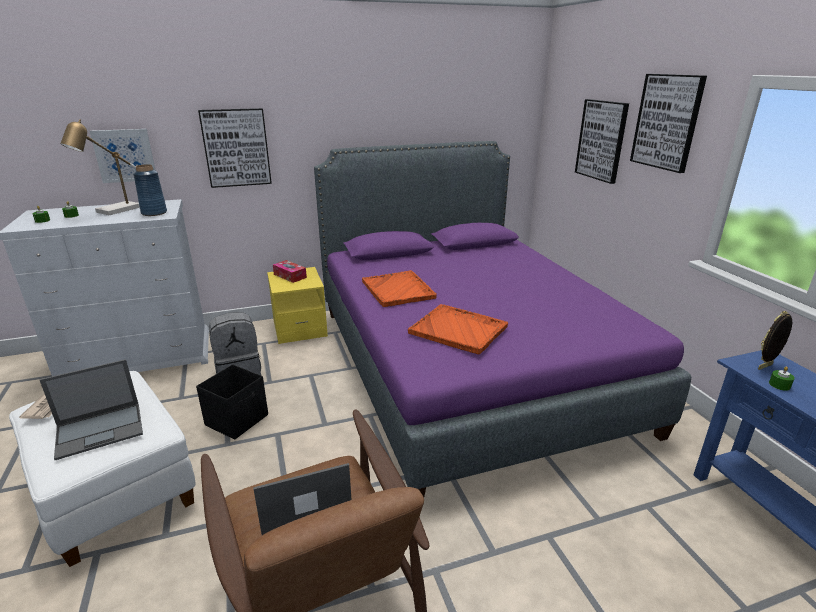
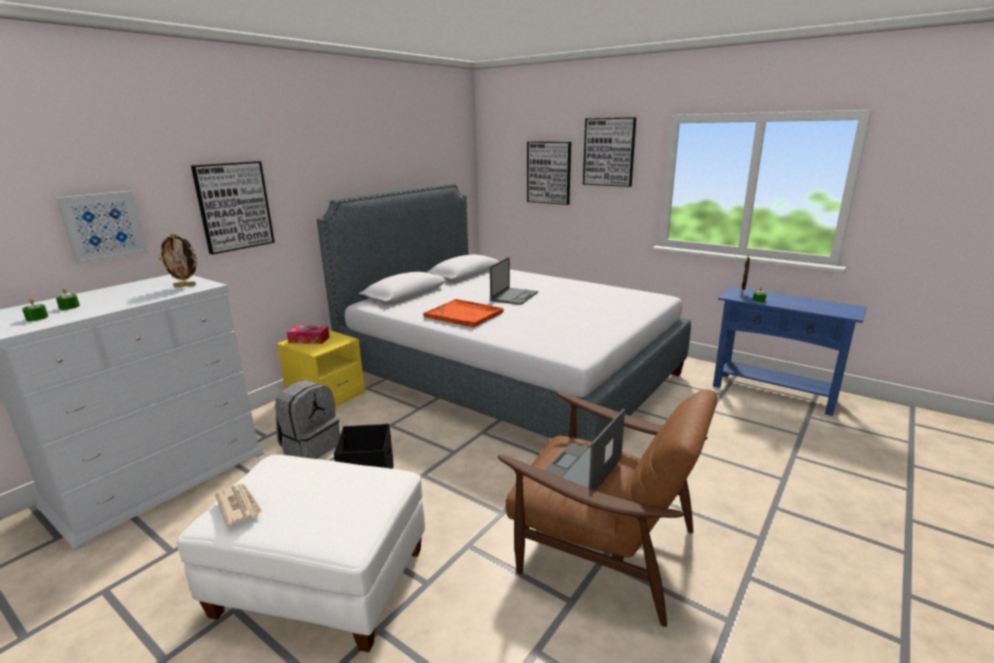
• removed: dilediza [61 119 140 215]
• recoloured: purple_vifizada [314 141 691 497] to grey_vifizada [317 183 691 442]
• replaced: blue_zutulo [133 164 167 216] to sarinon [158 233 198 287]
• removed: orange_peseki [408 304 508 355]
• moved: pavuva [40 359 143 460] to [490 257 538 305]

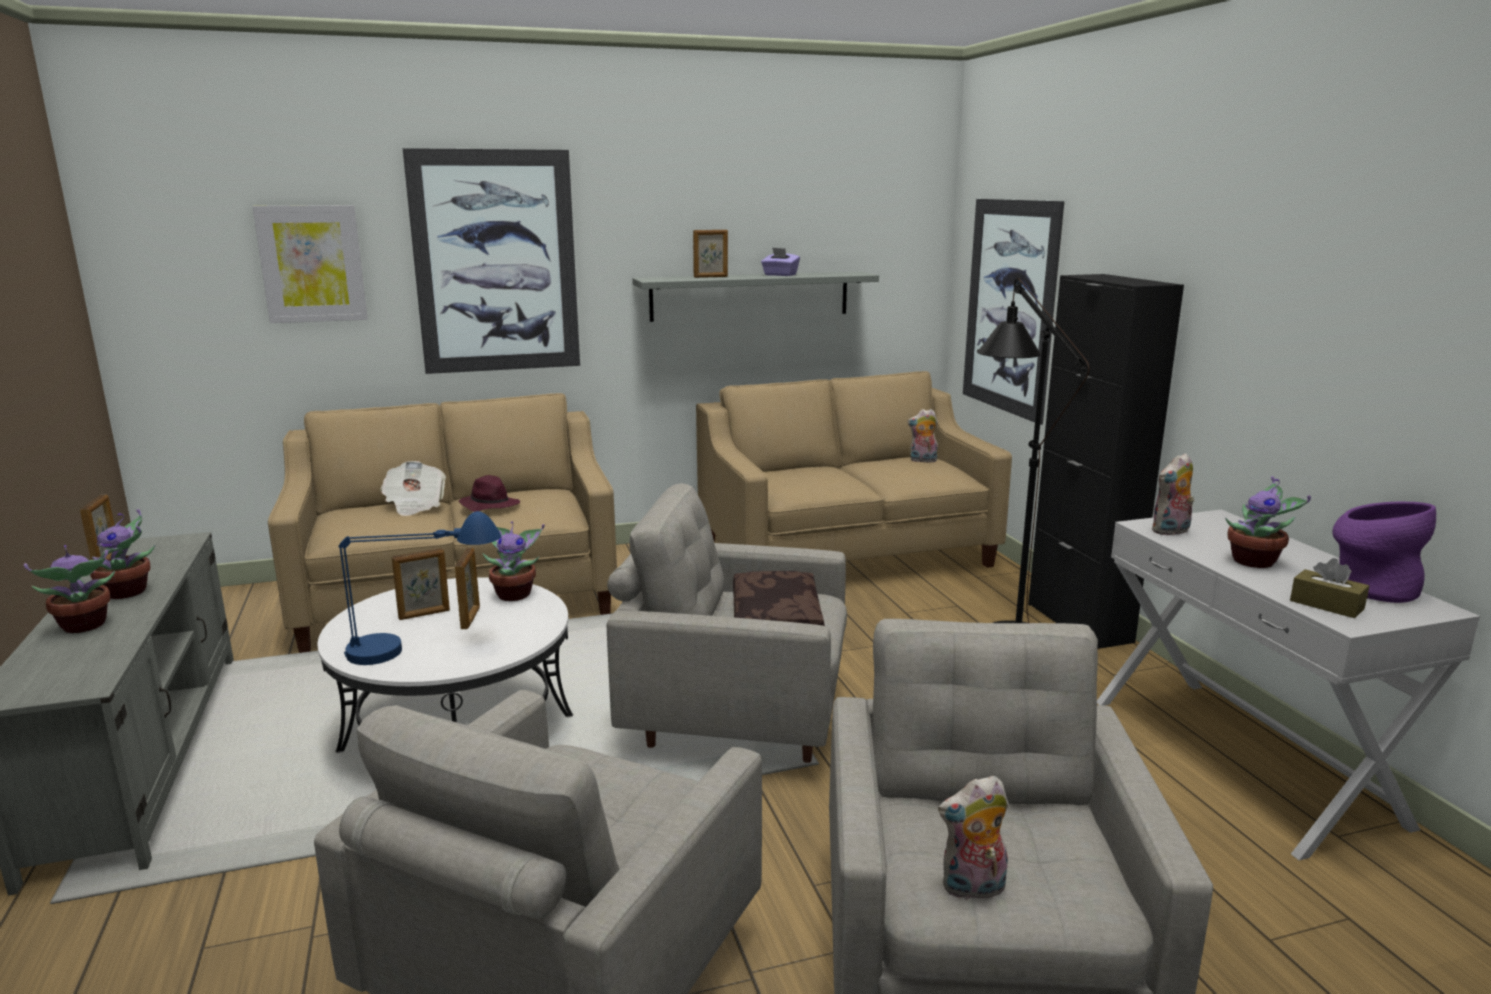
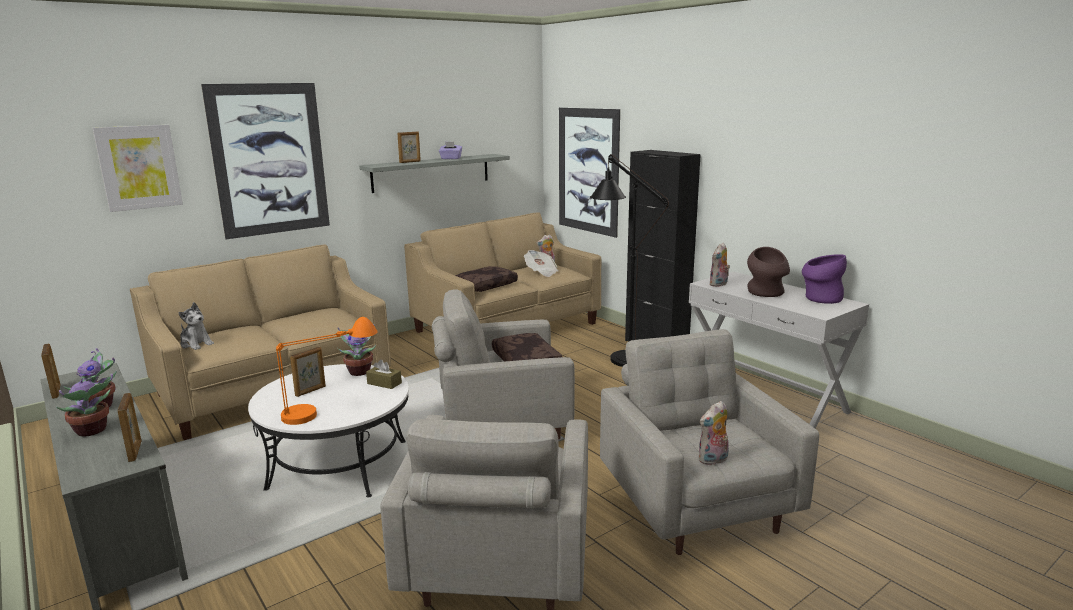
• moved: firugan [380 461 446 516] to [524 250 559 277]
• removed: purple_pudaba [459 475 520 512]
• replaced: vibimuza [1225 476 1311 568] to brown_zutulo [747 247 790 297]
• recoloured: blue_dilediza [338 511 501 665] to orange_dilediza [276 317 378 425]
• moved: sarinon [455 548 480 629] to [117 393 141 462]
• moved: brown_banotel [1290 558 1369 618] to [366 359 402 389]
• added: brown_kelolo [455 266 518 292]
• added: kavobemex [179 302 214 350]

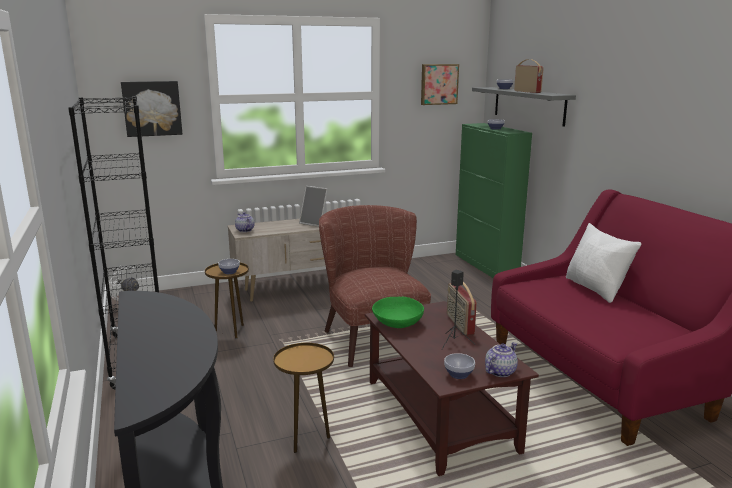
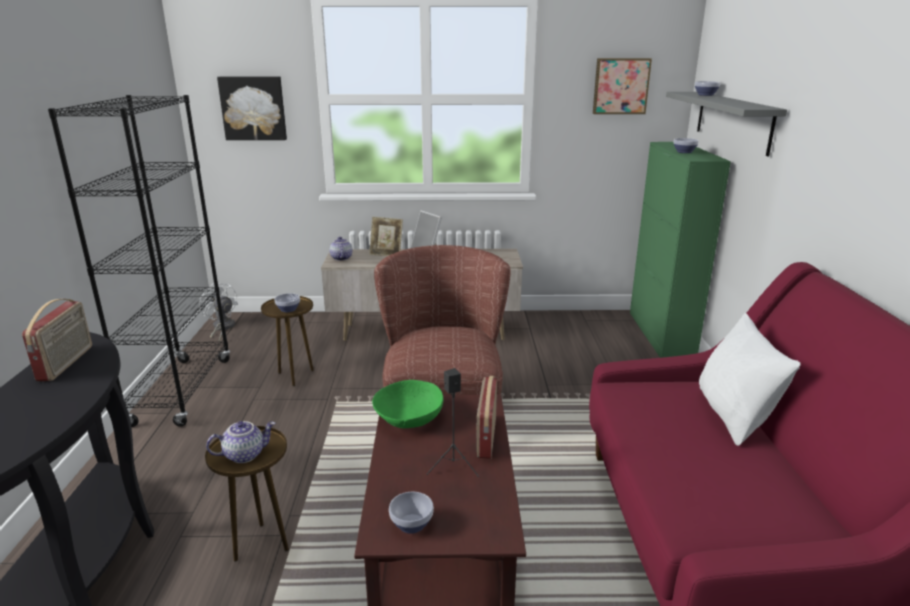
• moved: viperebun [514 59 544 93] to [22 299 92 381]
• moved: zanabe [485 342 518 377] to [206 421 275 463]
• added: sarinon [369 217 403 256]

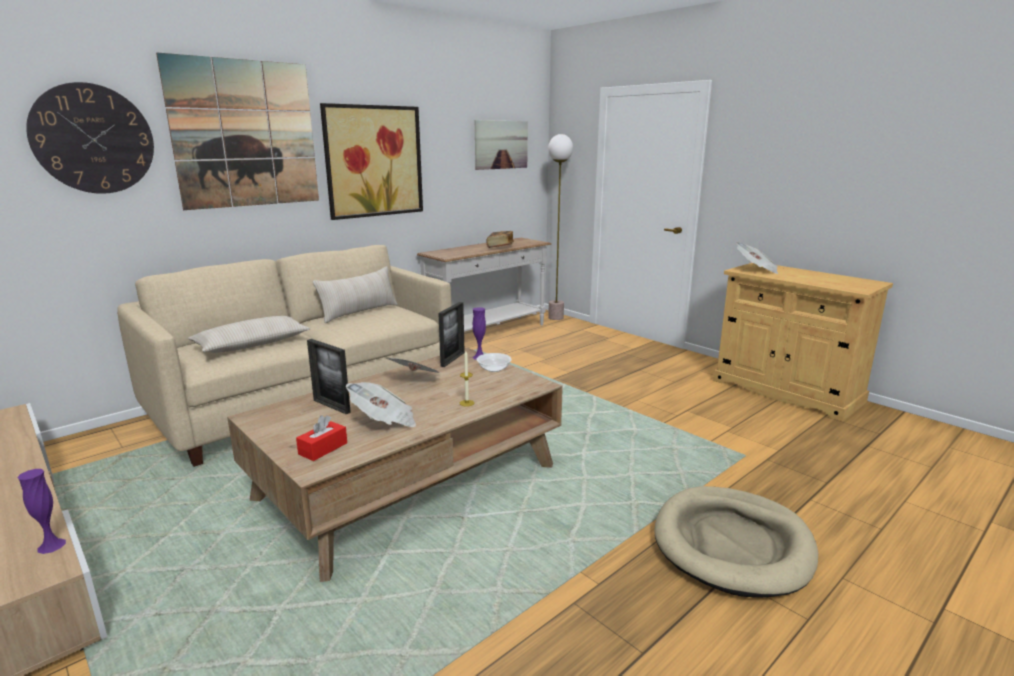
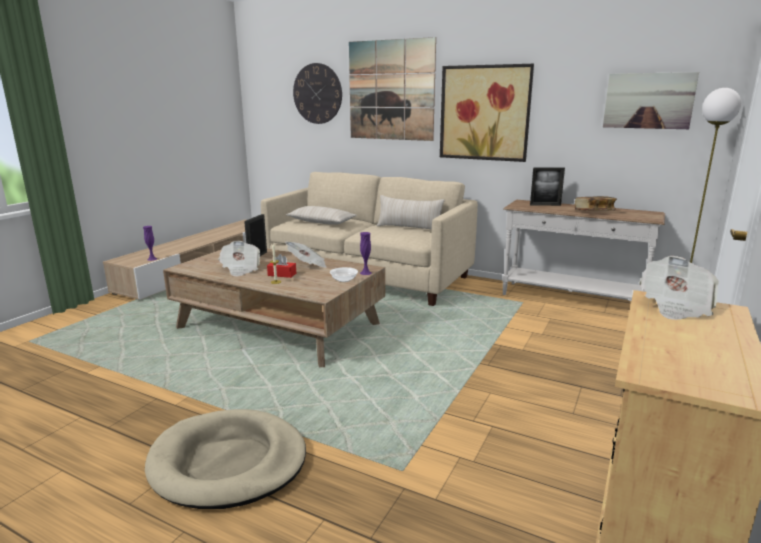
• moved: sarinon [438 302 465 367] to [530 167 565 206]
• moved: red_banotel [296 415 347 461] to [267 254 296 278]

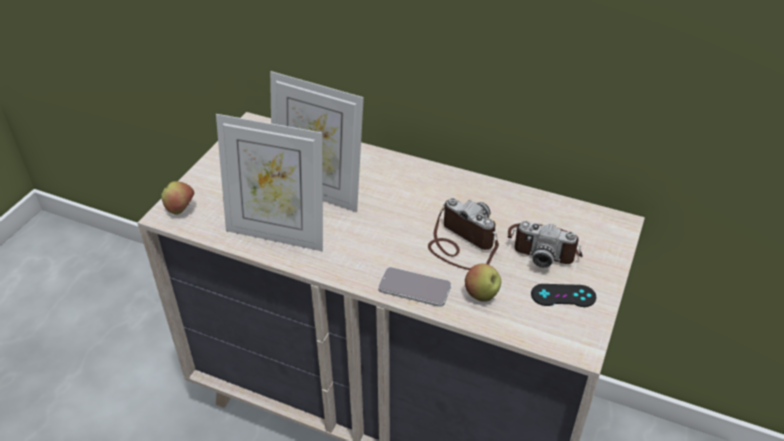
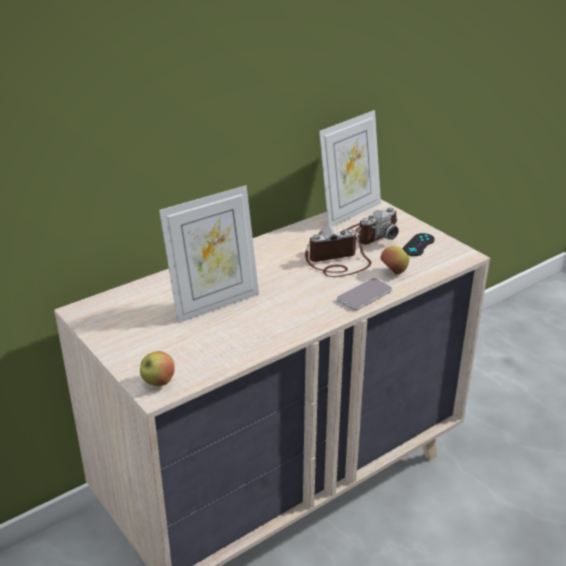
• moved: sarinon [216 114 323 251] to [319 110 381 227]

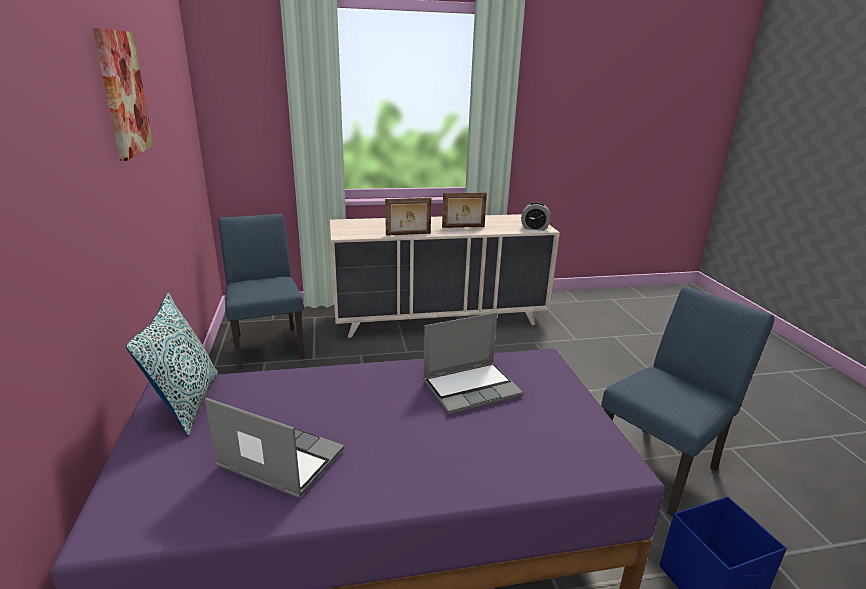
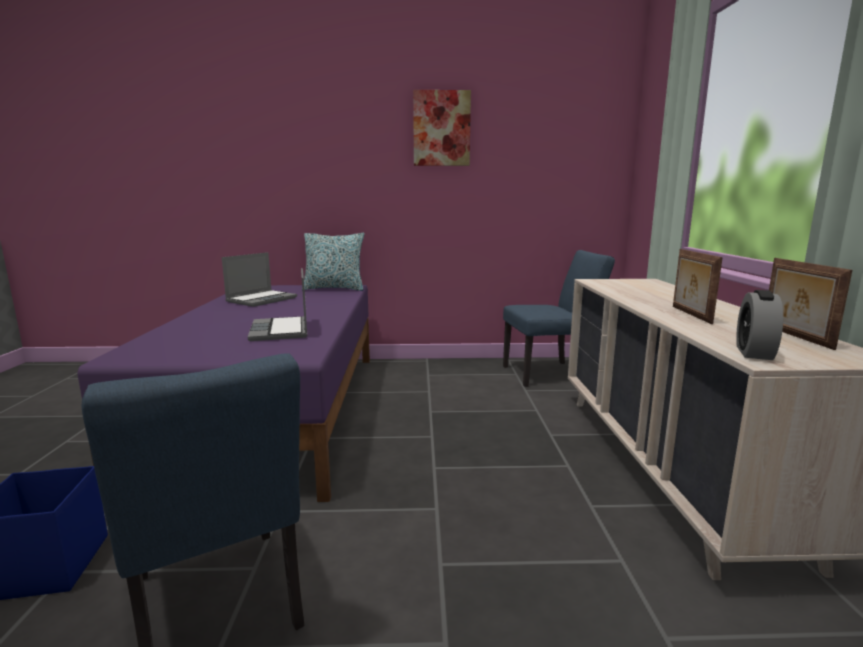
• moved: sarinon [385 198 432 236] to [769 258 852 350]

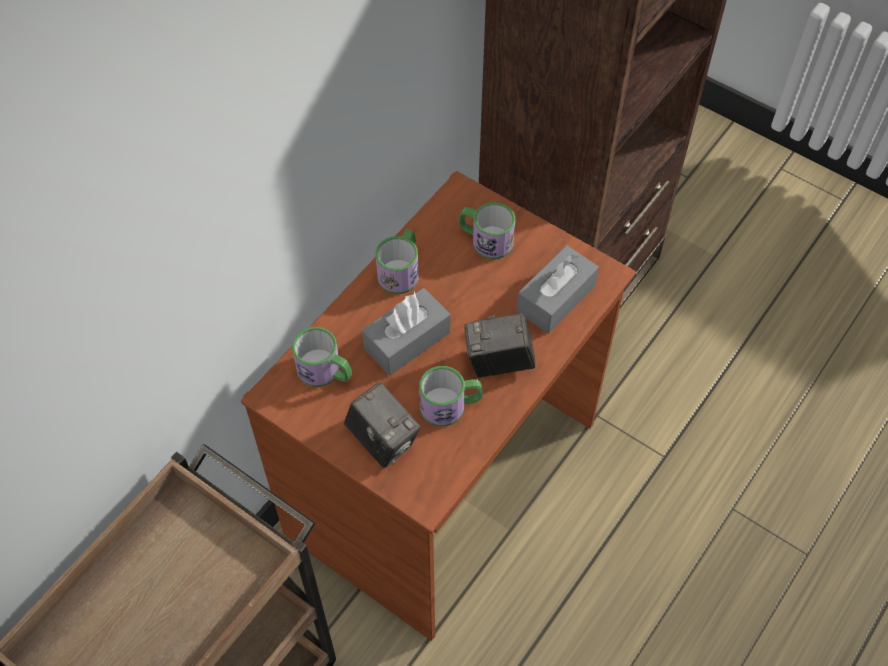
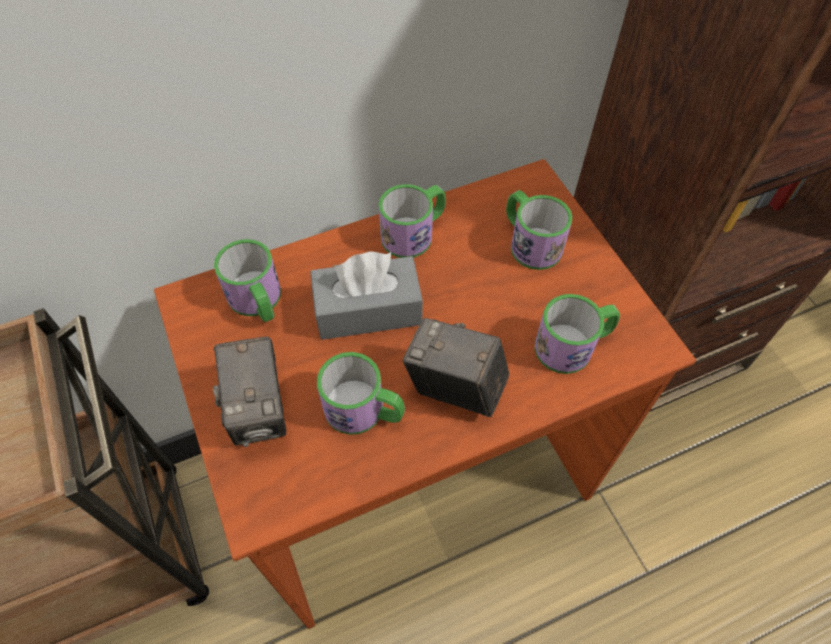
• replaced: grey_banotel [517 245 599 333] to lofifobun [535 294 620 374]

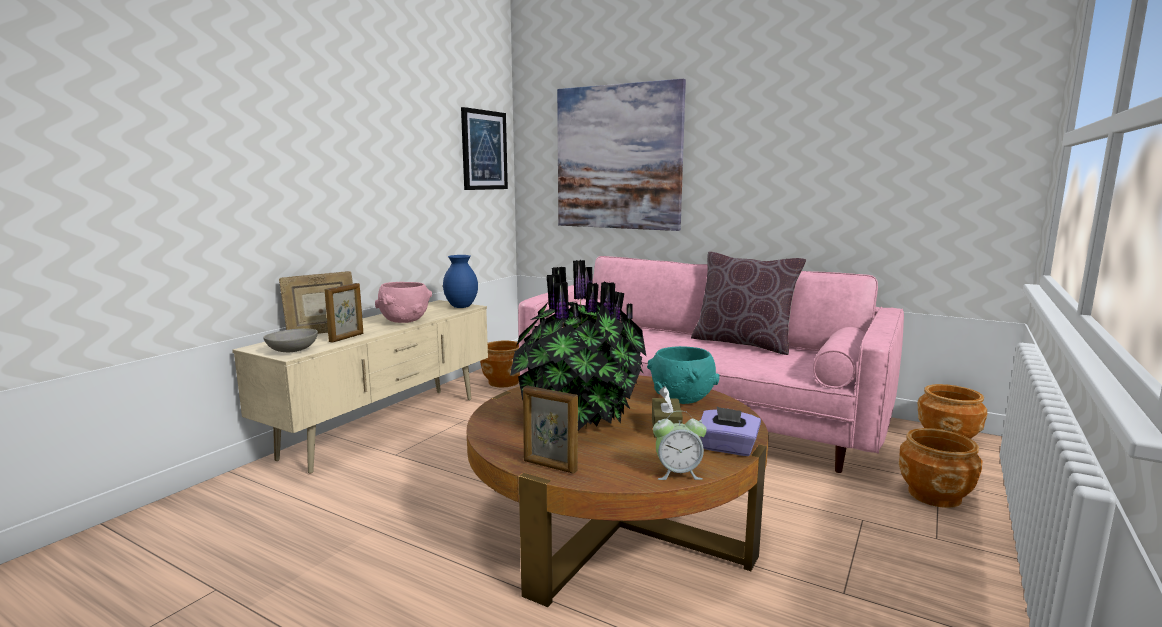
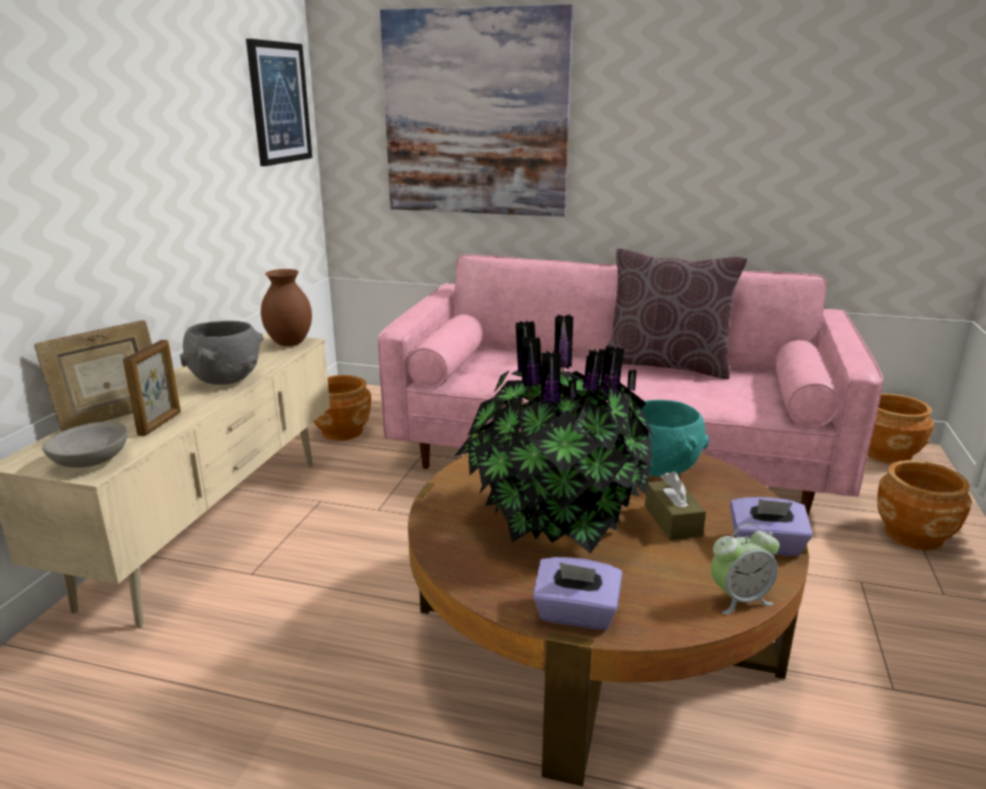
• recoloured: blue_zutulo [443 255 478 308] to brown_zutulo [261 269 312 346]
• recoloured: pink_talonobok [375 282 432 323] to grey_talonobok [180 321 264 385]
• replaced: sarinon [523 386 578 474] to purple_banotel [533 557 622 630]

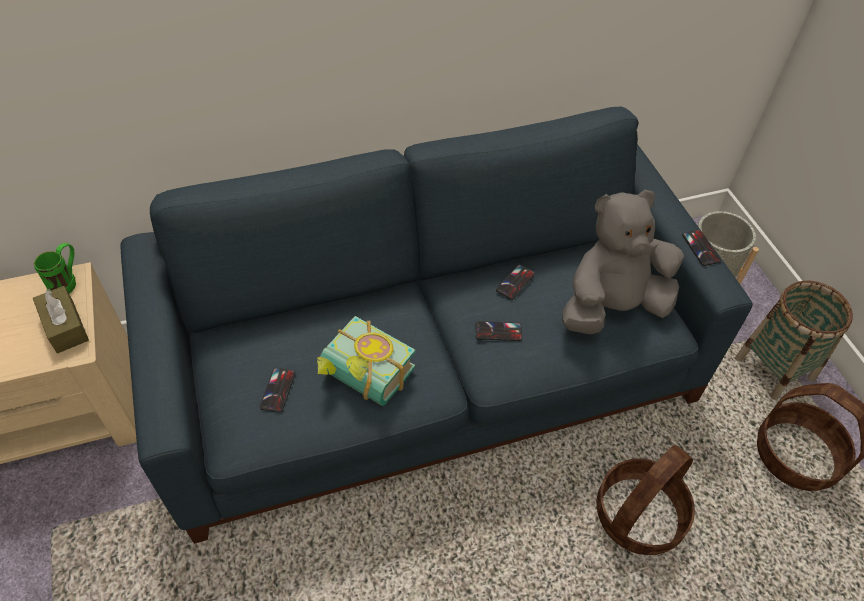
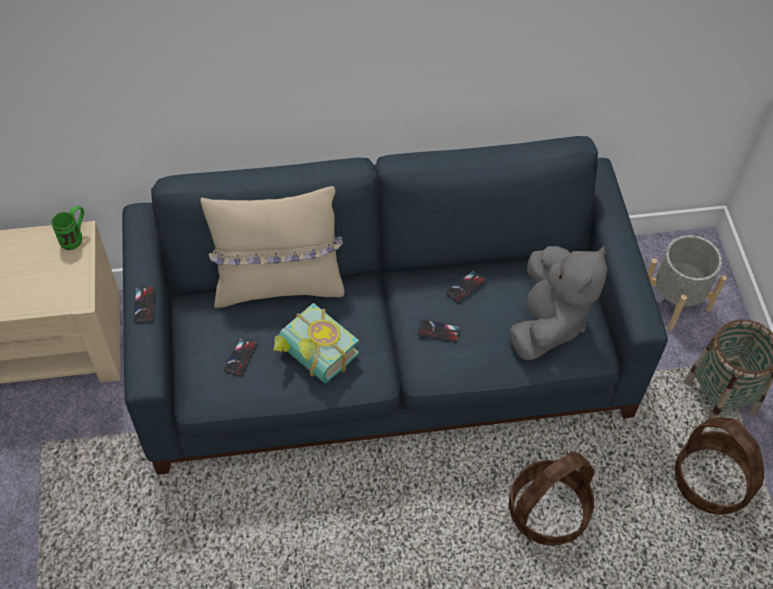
• turned: grey_kavobemex [562 190 684 335] = [508 245 608 360] 120 degrees clockwise
• moved: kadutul [682 230 721 266] to [134 286 155 323]
• removed: brown_banotel [33 286 89 353]
• added: beige_kelolo [200 186 345 308]

